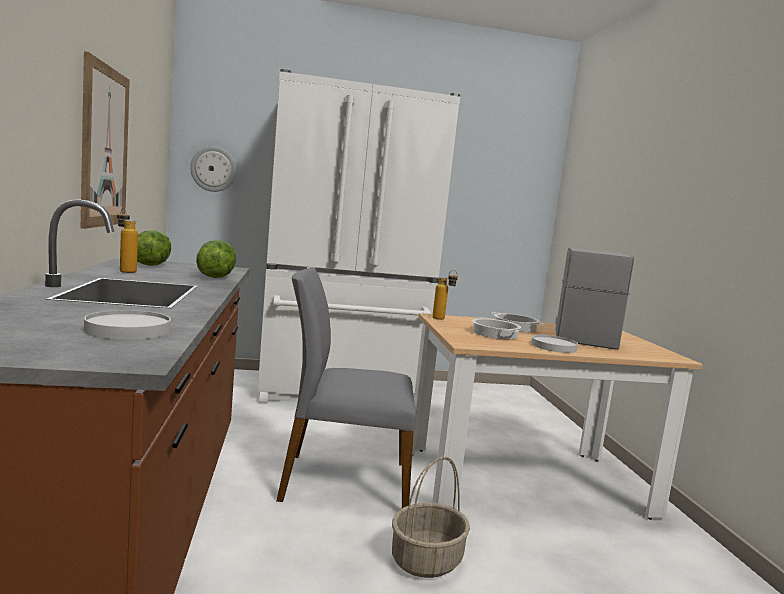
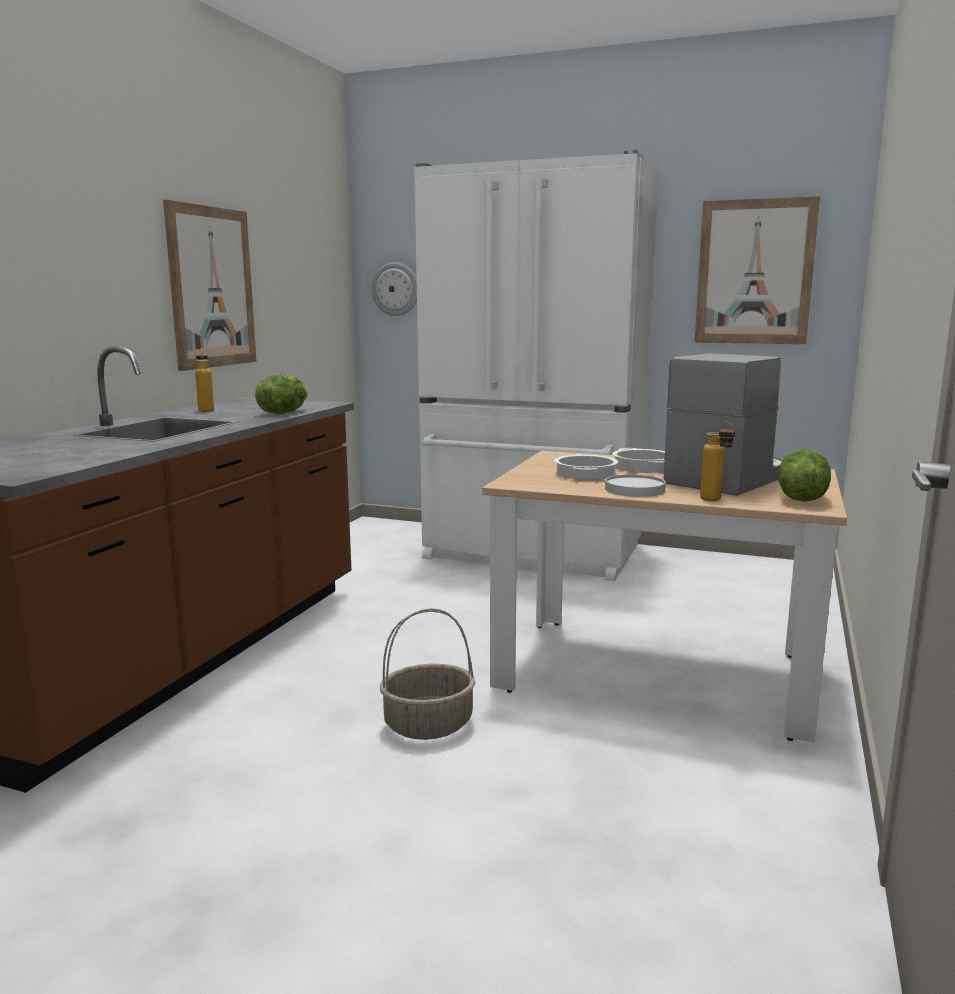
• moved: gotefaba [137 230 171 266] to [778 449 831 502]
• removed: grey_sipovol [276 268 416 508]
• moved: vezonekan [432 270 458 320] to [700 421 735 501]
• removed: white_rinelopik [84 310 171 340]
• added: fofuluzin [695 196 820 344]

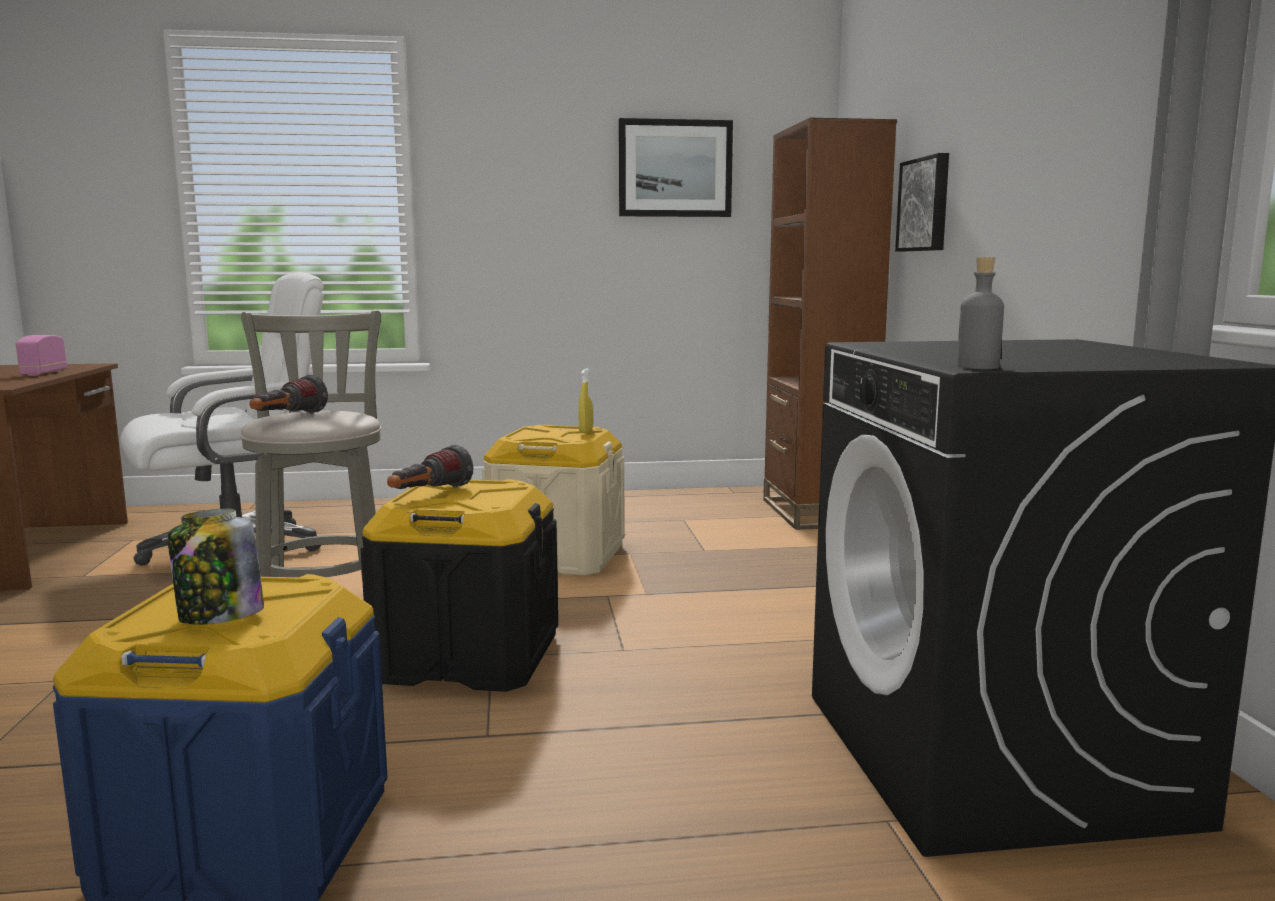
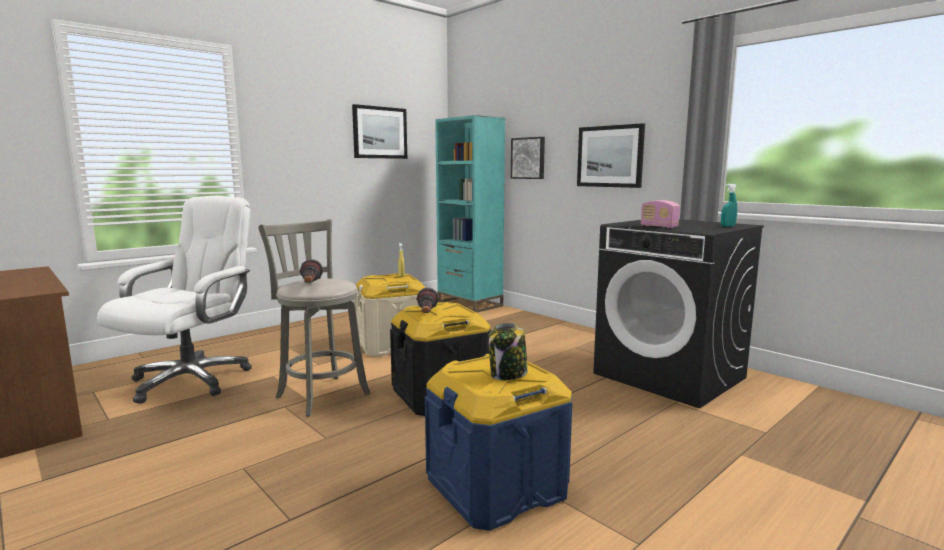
• recoloured: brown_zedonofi [763 118 897 530] to turquoise_zedonofi [435 115 505 313]
• removed: grey_vezonekan [957 257 1004 369]
• moved: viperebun [16 335 67 376] to [641 200 680 228]
• added: fofuluzin [577 123 645 188]
• added: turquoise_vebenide [721 184 737 227]

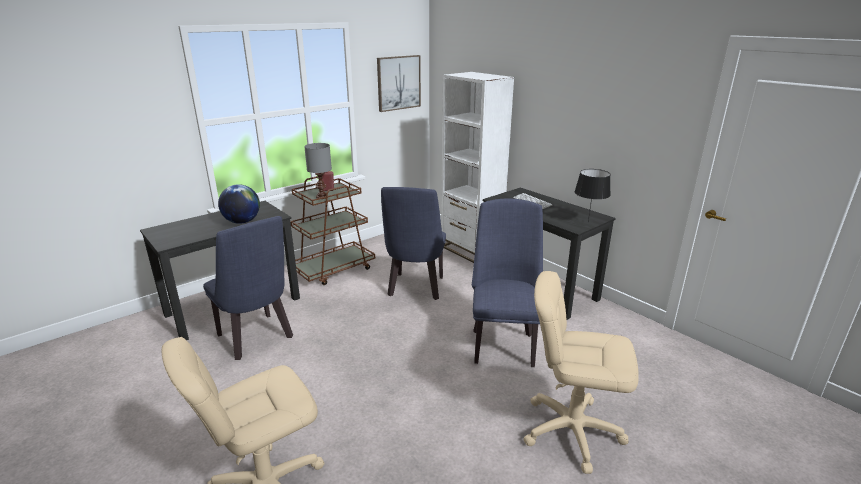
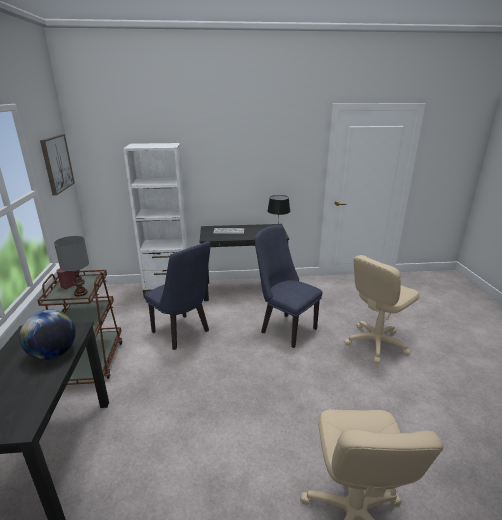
• removed: blue_sipovol [203 216 293 360]

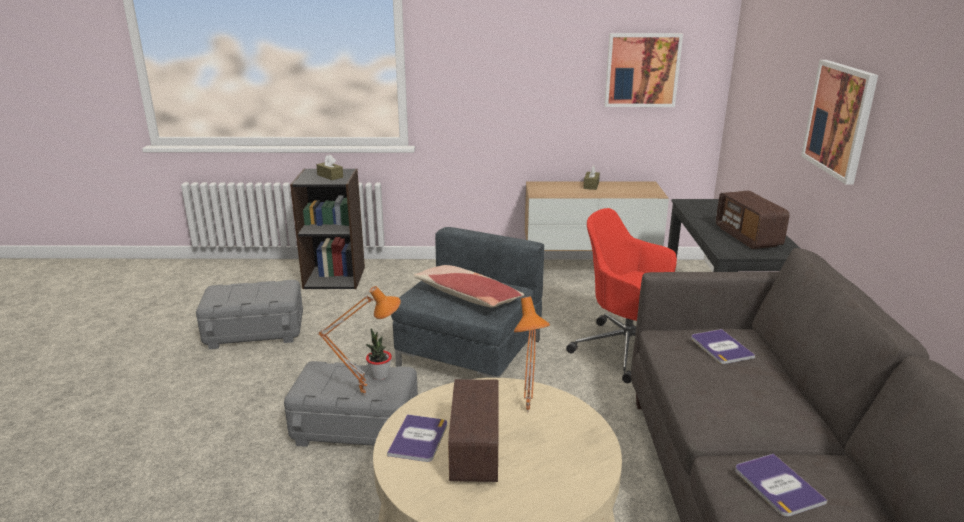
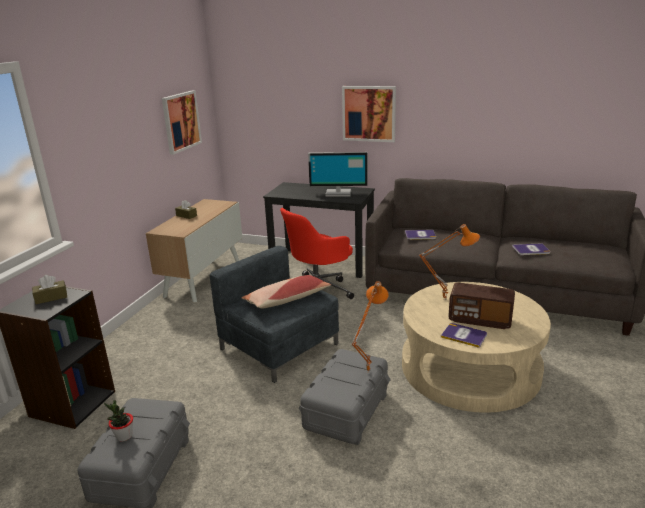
• replaced: viperebun [716 191 790 249] to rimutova [308 152 367 197]
• moved: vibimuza [366 328 392 380] to [104 400 133 442]

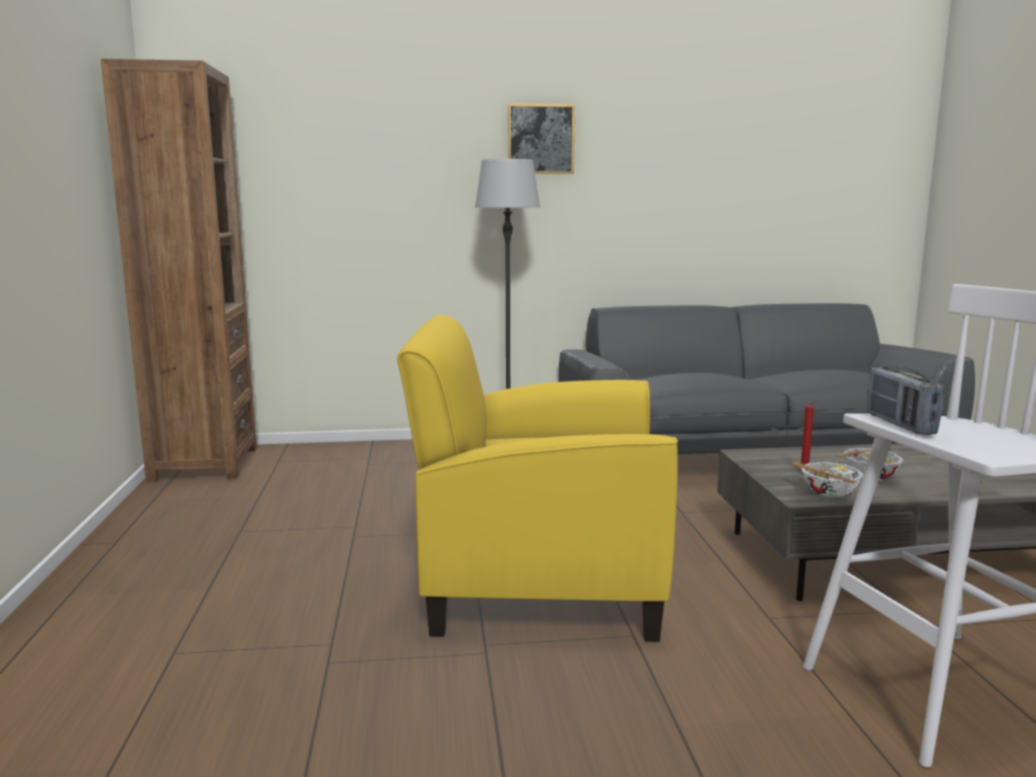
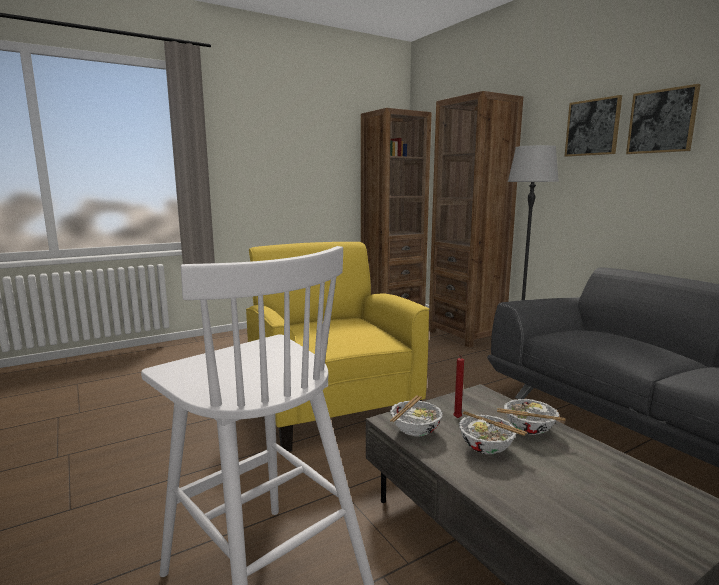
• removed: viperebun [867 366 944 435]
• added: fofuluzin [626 84 701 154]
• added: brown_zedonofi [429 91 523 348]
• added: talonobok [497 399 566 435]

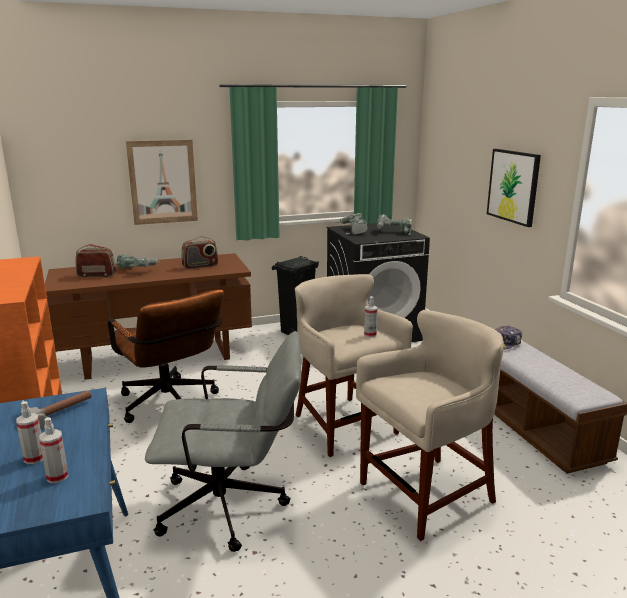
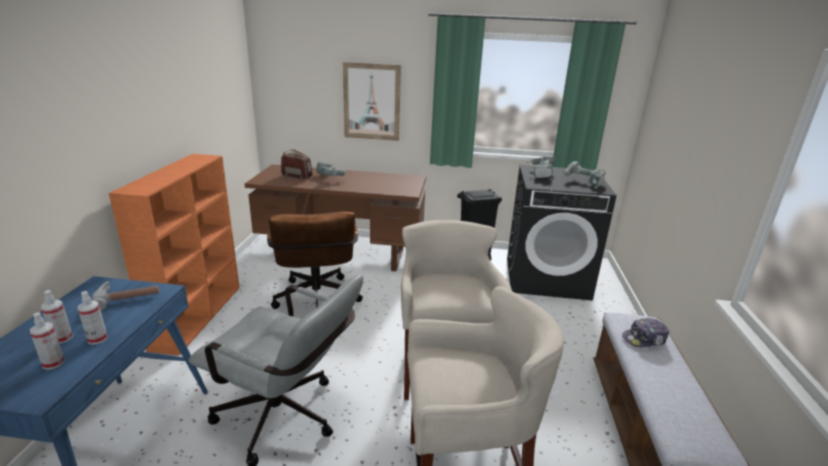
• removed: fofuluzin [487 149 541 227]
• removed: viperebun [181 237 218 269]
• moved: vebenide [364 296 378 337] to [78 291 107 345]

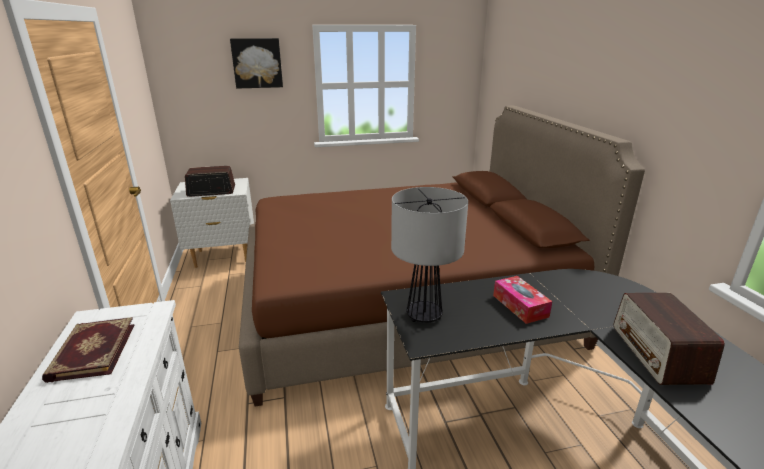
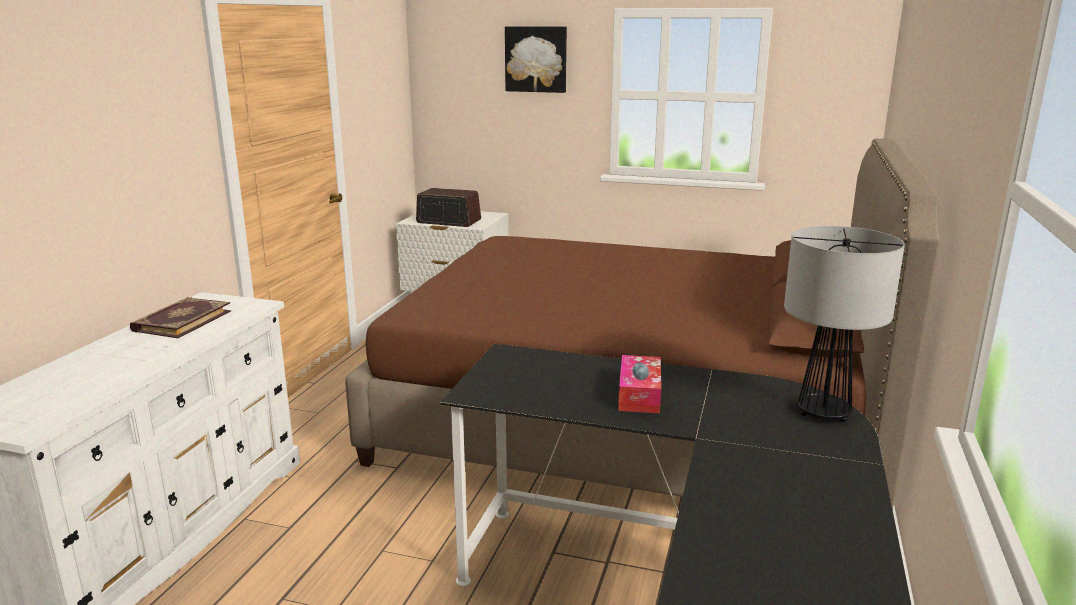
• moved: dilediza [391 187 468 323] to [784 226 905 422]
• removed: viperebun [614 293 725 385]

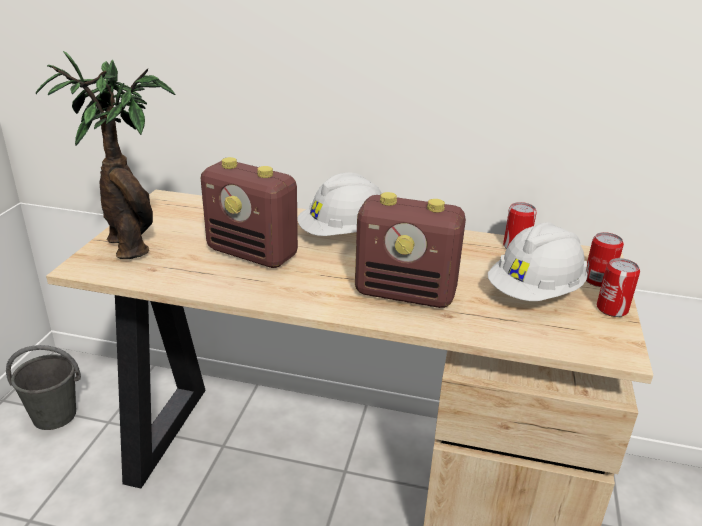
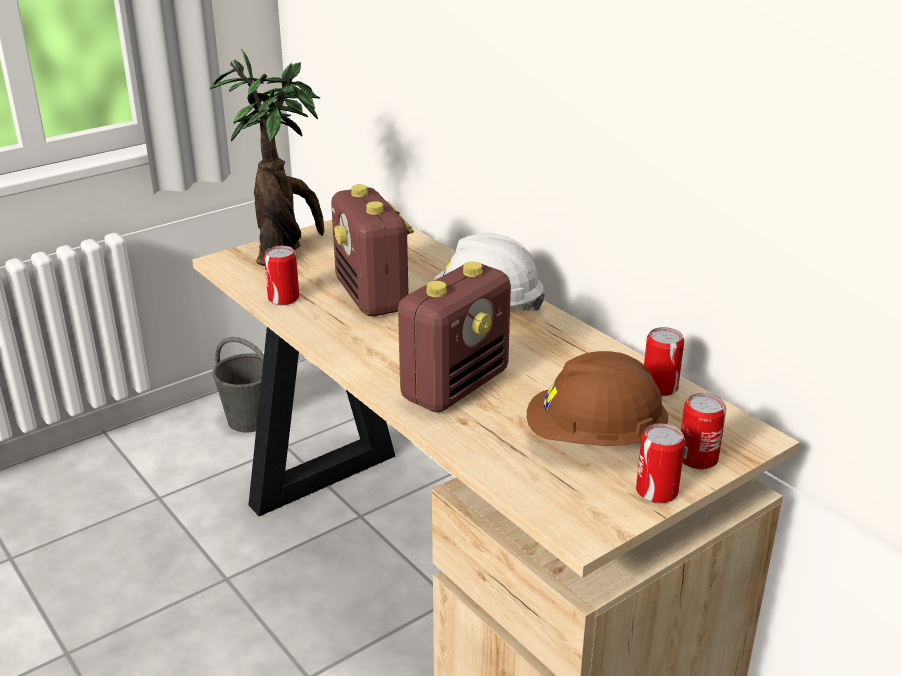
• turned: viperebun [355 192 466 308] = [398 261 511 413] 105 degrees counterclockwise
• recoloured: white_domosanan [488 222 587 301] to brown_domosanan [527 351 668 446]
• added: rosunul [264 246 299 305]

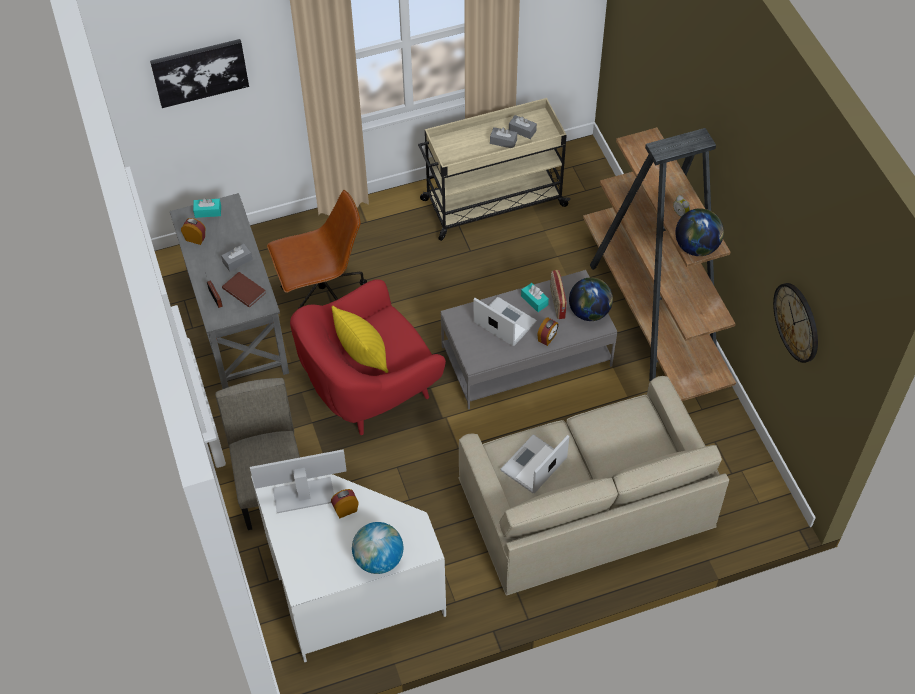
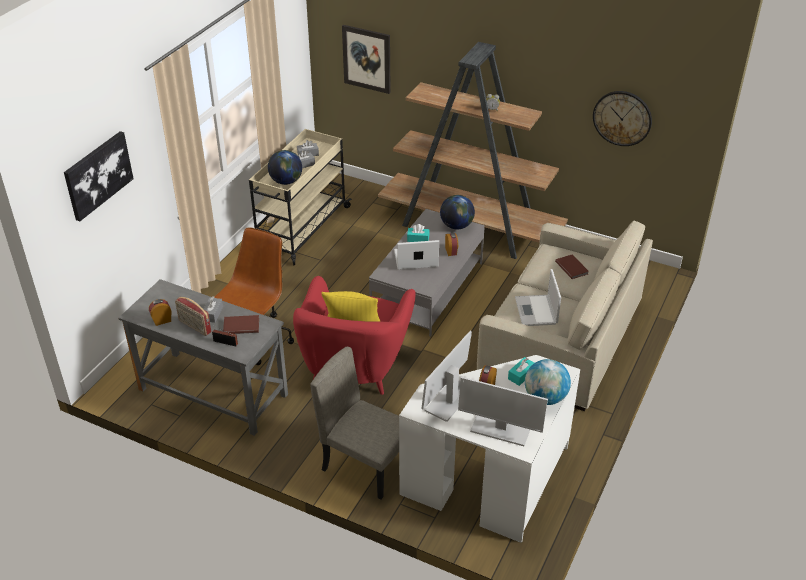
• moved: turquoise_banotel [193 198 221 218] to [508 357 534 386]
• moved: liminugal [675 208 724 256] to [268 150 302 185]
• moved: viperebun [550 270 567 319] to [175 297 212 336]
• added: fofuluzin [342 25 391 94]
• added: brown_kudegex [555 254 589 279]
• added: rimutova [458 377 548 446]

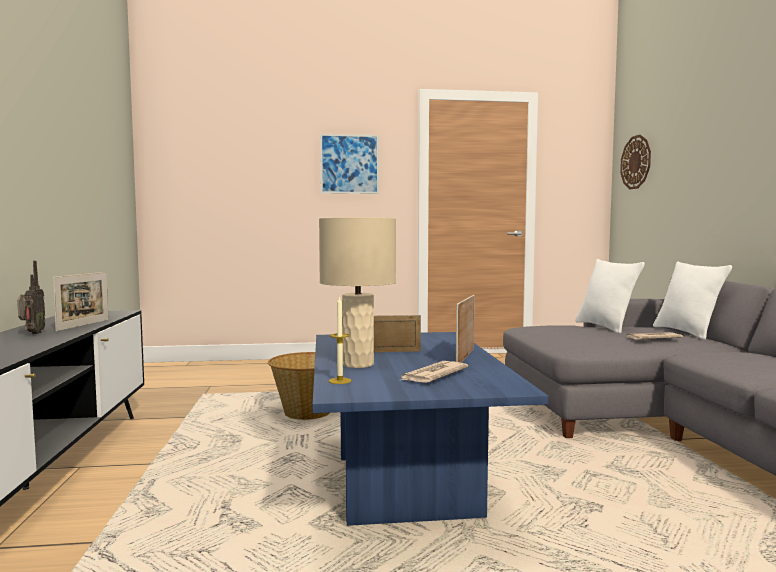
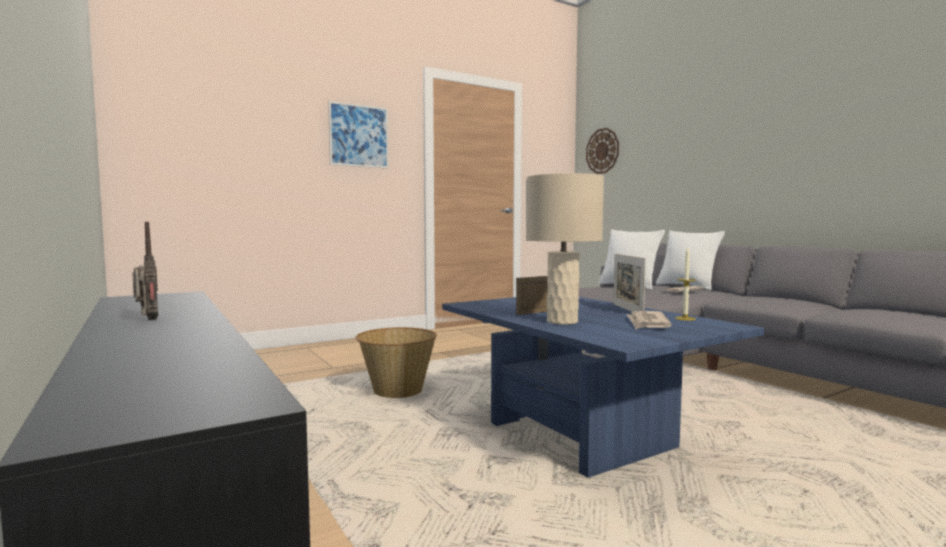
• removed: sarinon [53 272 109 331]
• moved: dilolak [329 296 352 384] to [675 247 696 321]

